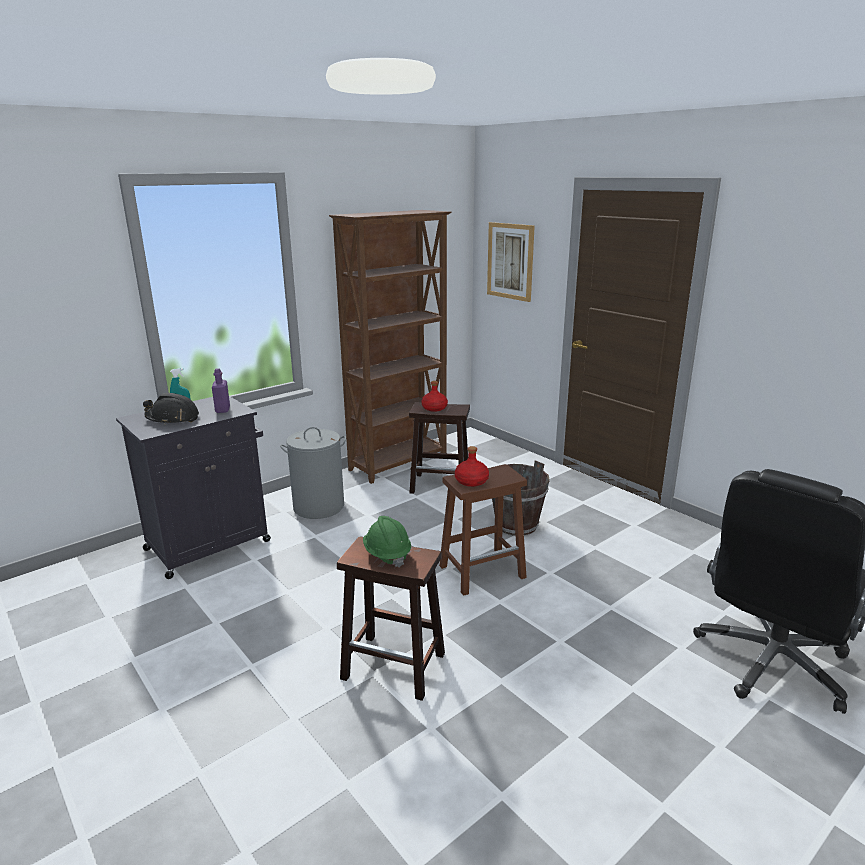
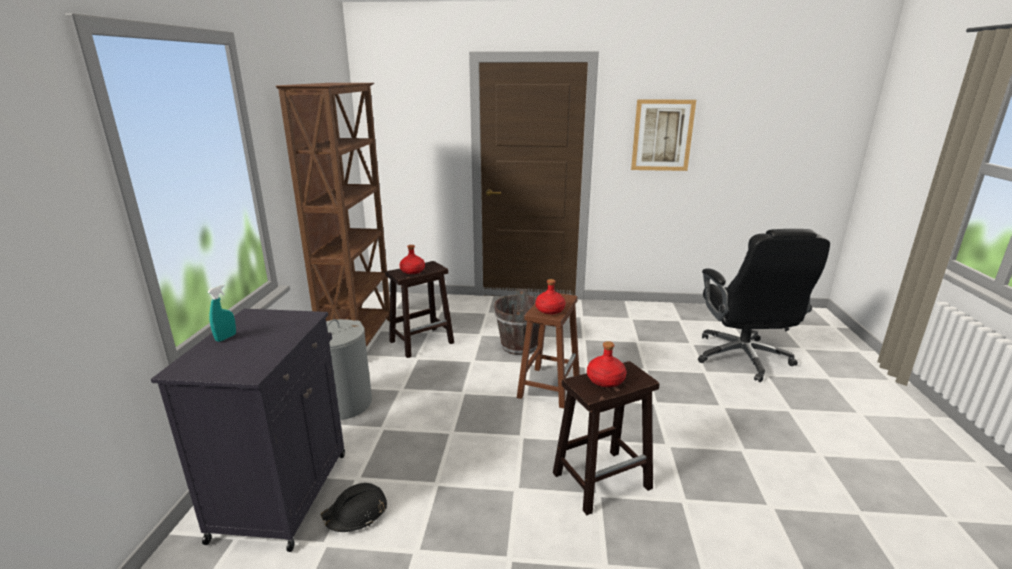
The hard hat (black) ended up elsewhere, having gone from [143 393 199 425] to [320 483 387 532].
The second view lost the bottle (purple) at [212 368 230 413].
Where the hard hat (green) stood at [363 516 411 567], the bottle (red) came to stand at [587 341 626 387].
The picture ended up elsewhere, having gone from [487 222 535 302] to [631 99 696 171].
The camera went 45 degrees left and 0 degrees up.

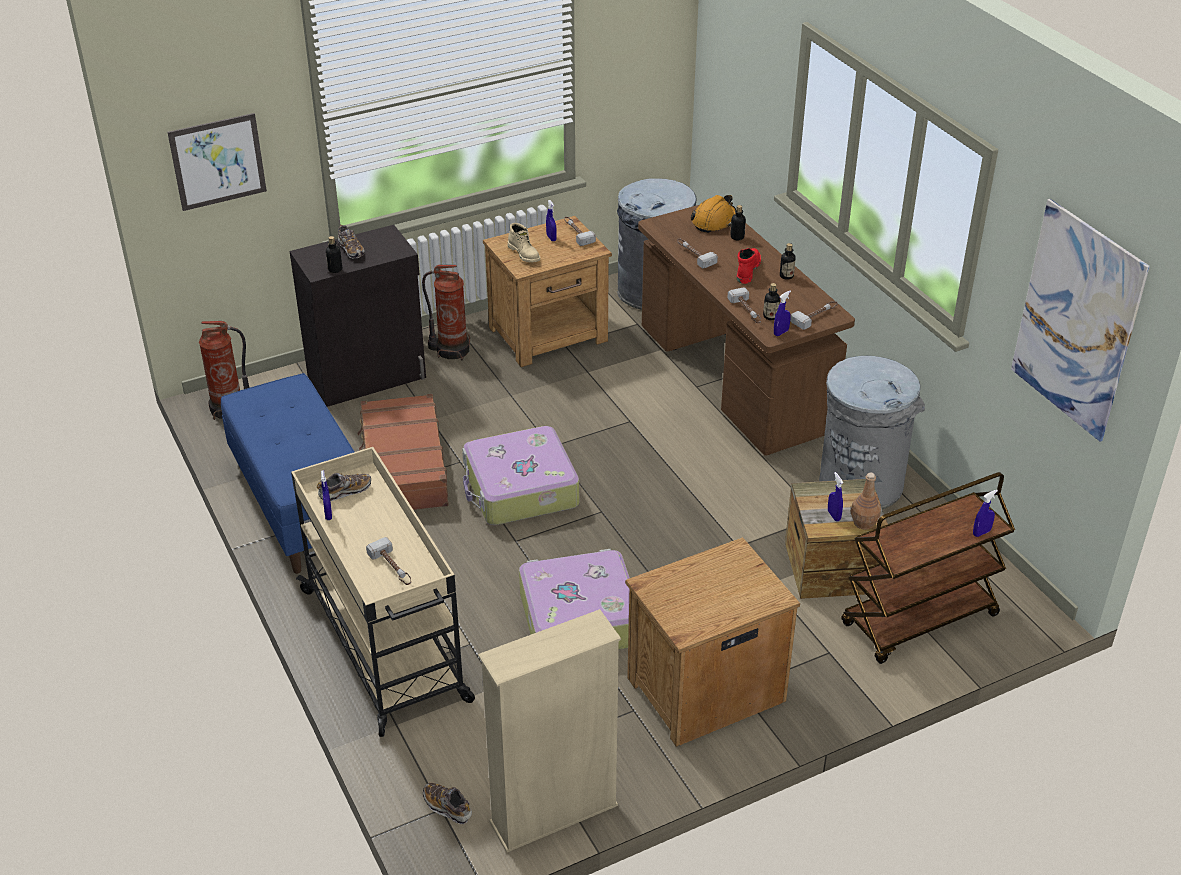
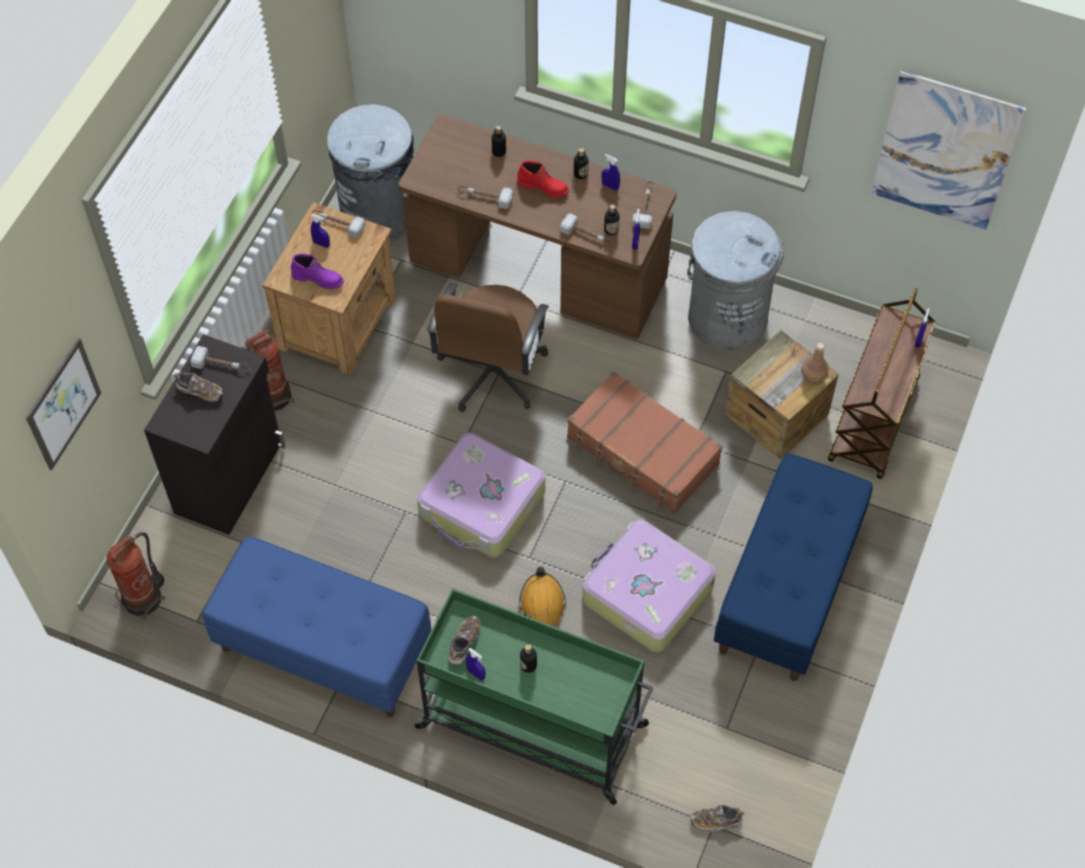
What was the cart (beige) at [291 447 475 737] turned into the cart (green) at [411 588 653 805].
The bottle ended up elsewhere, having gone from [326 236 342 273] to [520 644 537 673].
The suitcase (brown) ended up elsewhere, having gone from [358 394 449 510] to [567 371 723 513].
The hammer ended up elsewhere, having gone from [366 537 411 585] to [190 346 250 372].
The second view lost the bookcase (beige) at [478 609 621 853].
What was the boot (beige) at [508 223 540 262] turned into the boot (purple) at [291 254 344 289].
Where the nightstand (brown) stood at [625 537 800 747], the bench (blue) came to stand at [714 453 873 681].
The hard hat (orange) ended up elsewhere, having gone from [691 195 736 233] to [519 567 566 626].
The boot (red) at [737 248 761 284] ended up facing another way, 135 degrees clockwise from before.
The spray bottle (blue) ended up elsewhere, having gone from [828 472 843 521] to [602 154 620 191].
The second view gained the office chair (brown) at [427 283 549 412].
The camera went 40 degrees left and 20 degrees up.

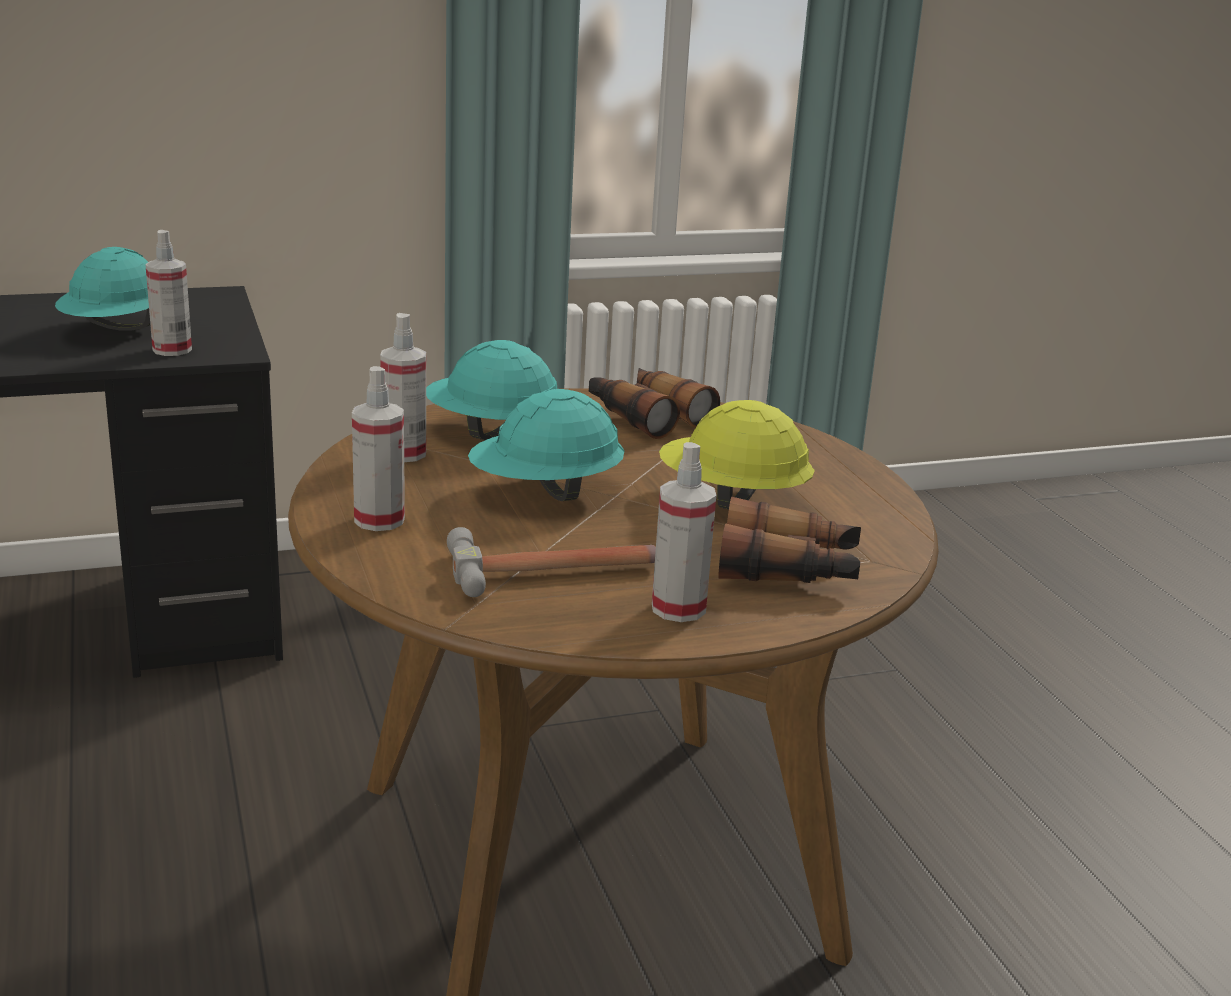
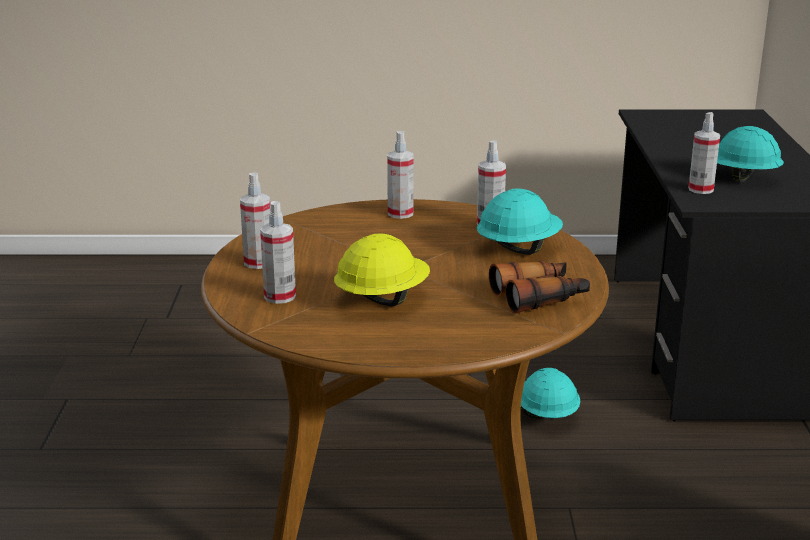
The second view lost the hammer at [447 527 656 597].
The hard hat (turquoise) ended up elsewhere, having gone from [468 389 624 501] to [521 368 581 419].
Where the binoculars stood at [718 496 861 583], the spray bottle came to stand at [260 201 296 304].
The camera went 110 degrees right and 0 degrees up.

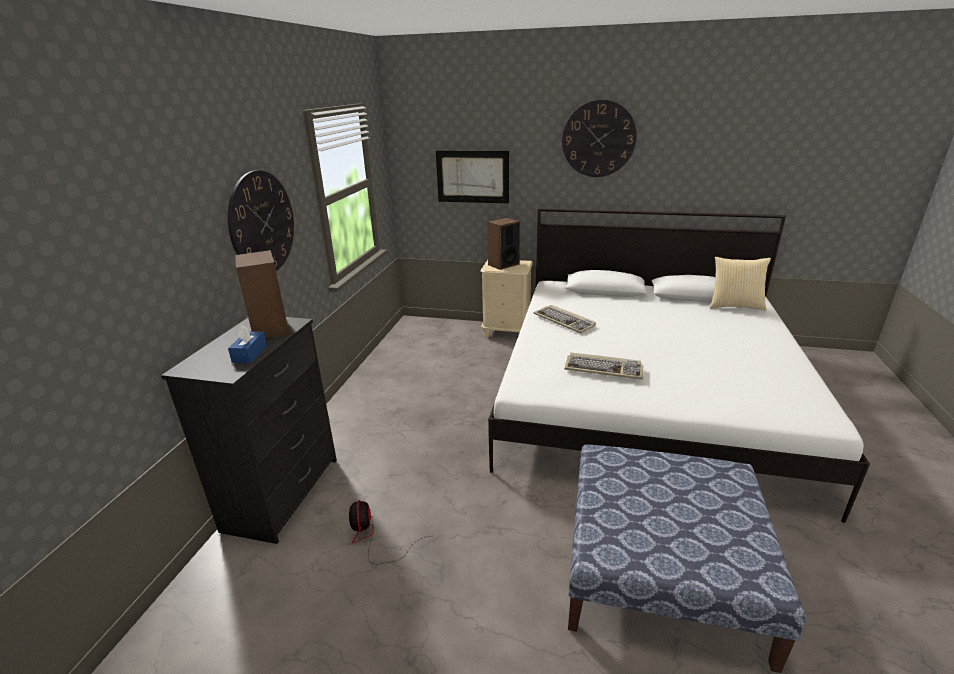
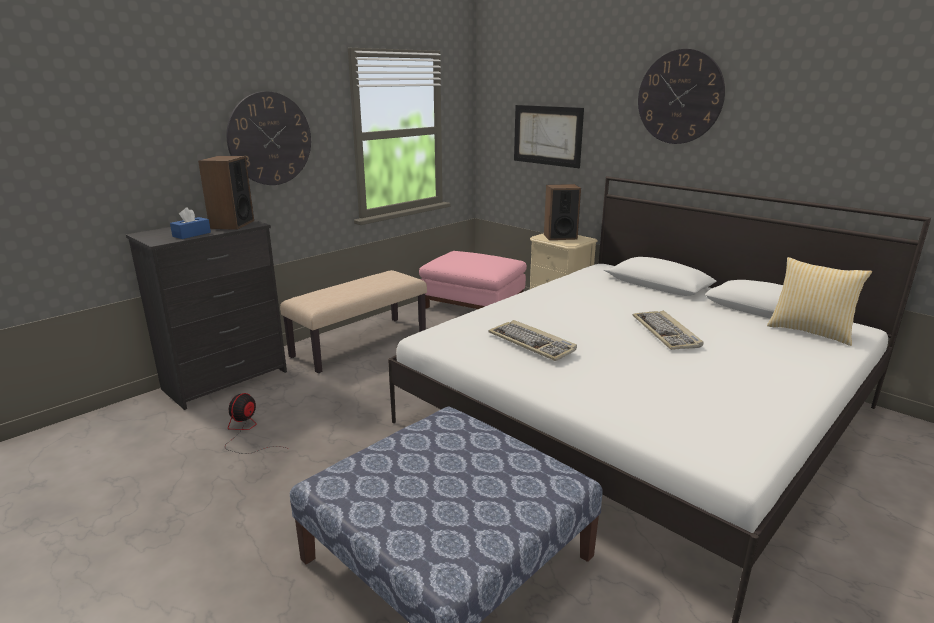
The keyboard ended up elsewhere, having gone from [534 305 596 333] to [633 311 704 350].
The second view gained the bench (beige) at [280 270 427 373].
The second view gained the ottoman (pink) at [419 251 527 309].
The camera went 30 degrees right and 5 degrees down.

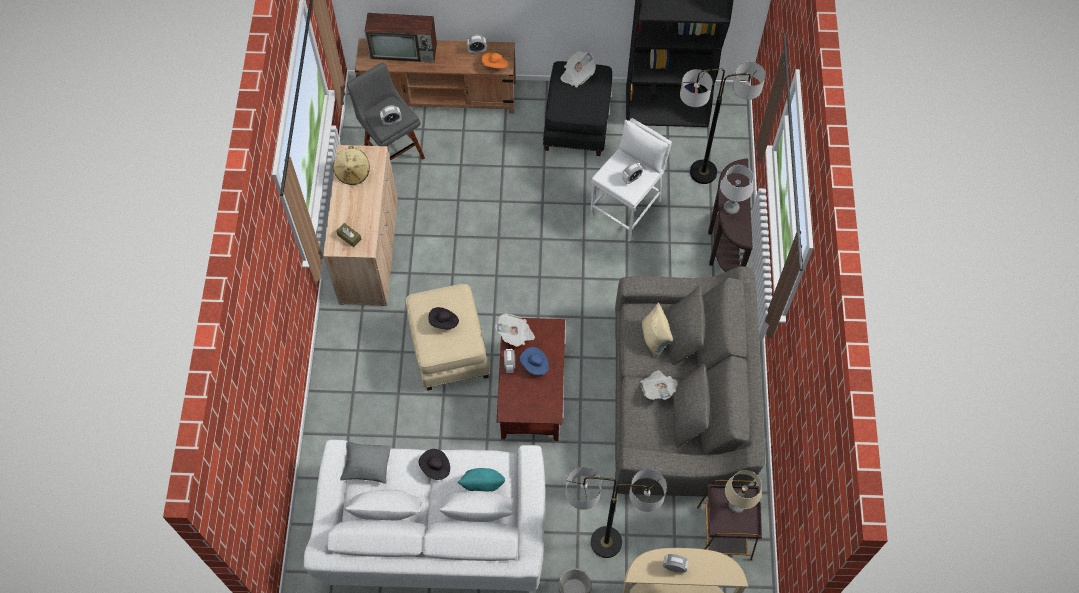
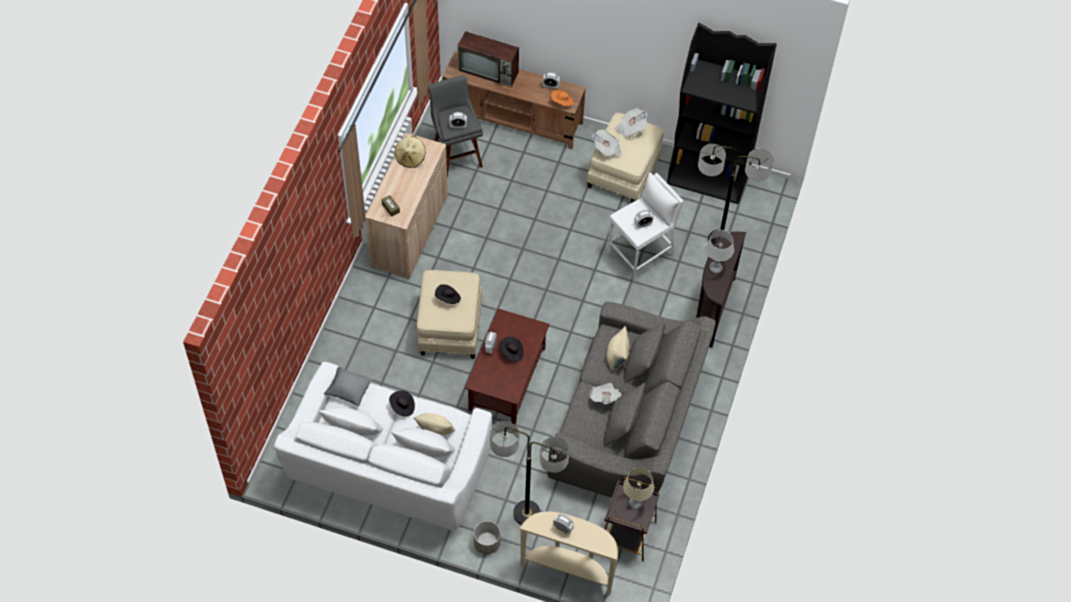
What was the pillow (turquoise) at [458 468 505 491] turned into the pillow (beige) at [414 413 455 435].
The newspaper ended up elsewhere, having gone from [495 313 535 347] to [592 130 622 157].
What was the hat (blue) at [520 347 549 376] turned into the hat (black) at [499 337 524 362].
What was the ottoman (black) at [543 61 612 156] turned into the ottoman (beige) at [587 113 664 203].
The camera went 15 degrees right and 5 degrees down.

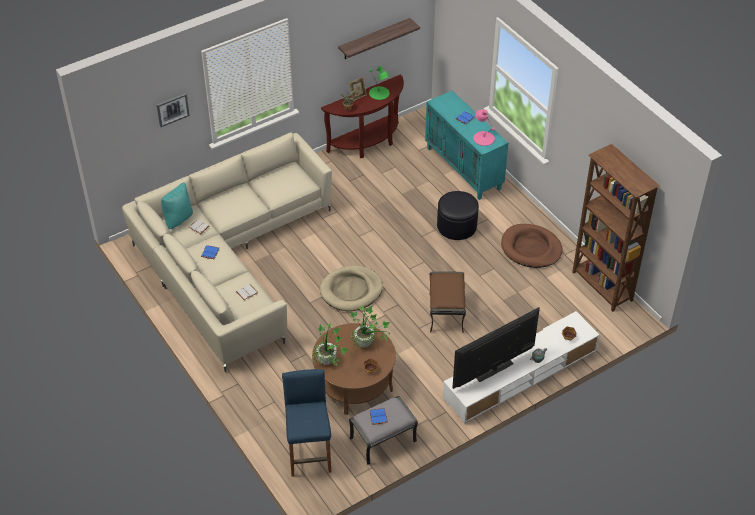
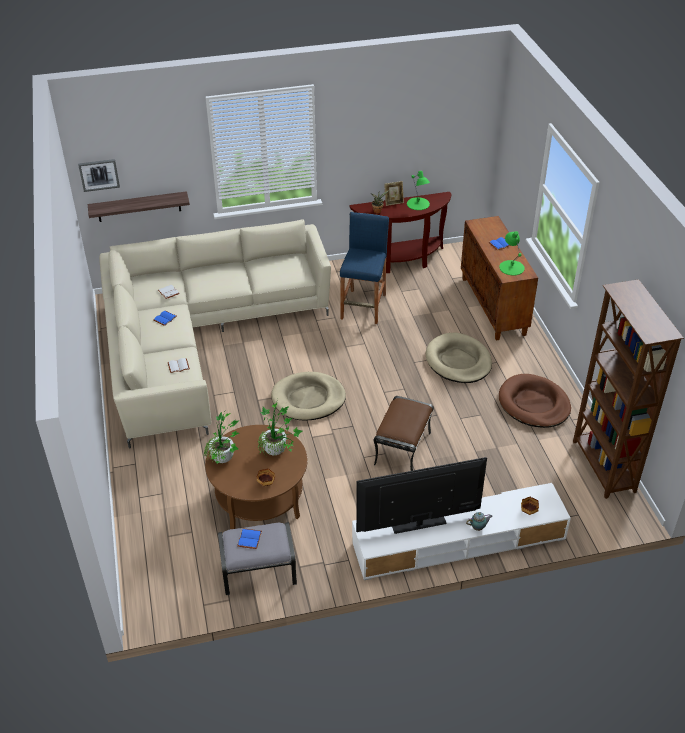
The picture ended up elsewhere, having gone from [157 93 190 127] to [78 159 120 192].
The second view lost the pillow (turquoise) at [161 182 193 230].
The stool (blue) ended up elsewhere, having gone from [282 369 331 477] to [340 212 389 324].
The shelf ended up elsewhere, having gone from [338 18 420 59] to [88 191 190 222].
What was the cabinet (turquoise) at [425 91 508 200] turned into the cabinet (brown) at [461 216 538 340].
Where the ottoman (black) stood at [437 191 479 240], the dog bed (beige) came to stand at [426 332 492 383].
What was the table lamp (pink) at [473 110 495 146] turned into the table lamp (green) at [499 231 525 276].
The camera went 20 degrees right and 5 degrees down.

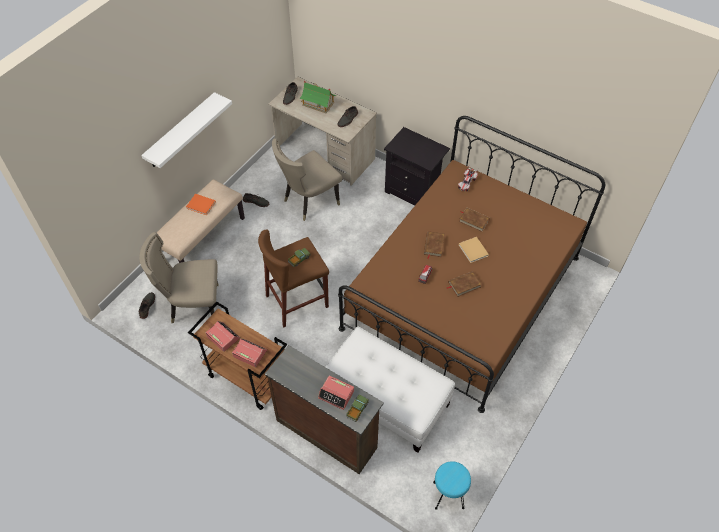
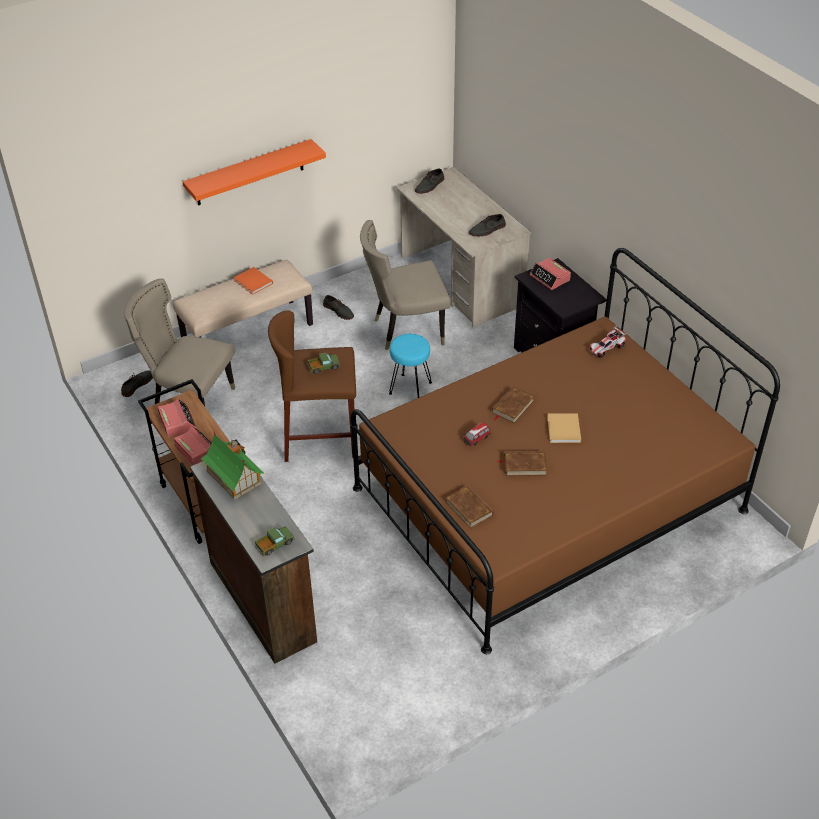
What was the shelf (white) at [141 92 232 168] turned into the shelf (orange) at [182 139 326 205].
The toy house ended up elsewhere, having gone from [299 81 336 113] to [200 432 264 500].
The alarm clock ended up elsewhere, having gone from [318 376 354 410] to [530 258 571 290].
The second view lost the ottoman (white) at [326 327 455 453].
The stool (turquoise) ended up elsewhere, having gone from [433 461 471 510] to [389 334 432 398].
The book (brown) ended up elsewhere, having gone from [459 208 490 232] to [445 486 494 529].
The camera went 25 degrees right and 10 degrees down.

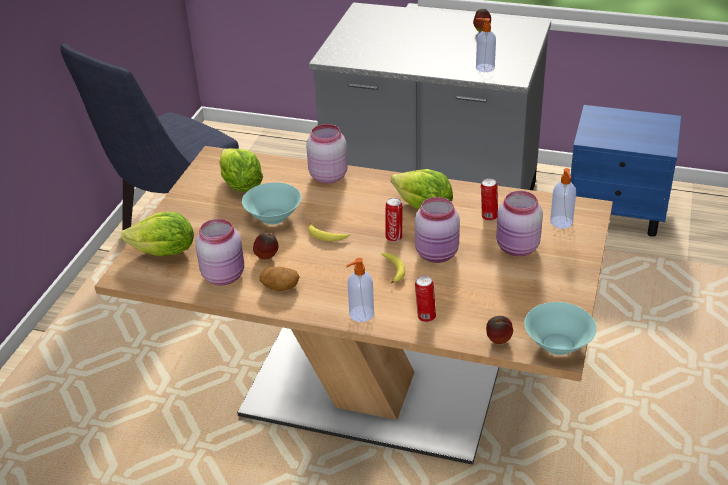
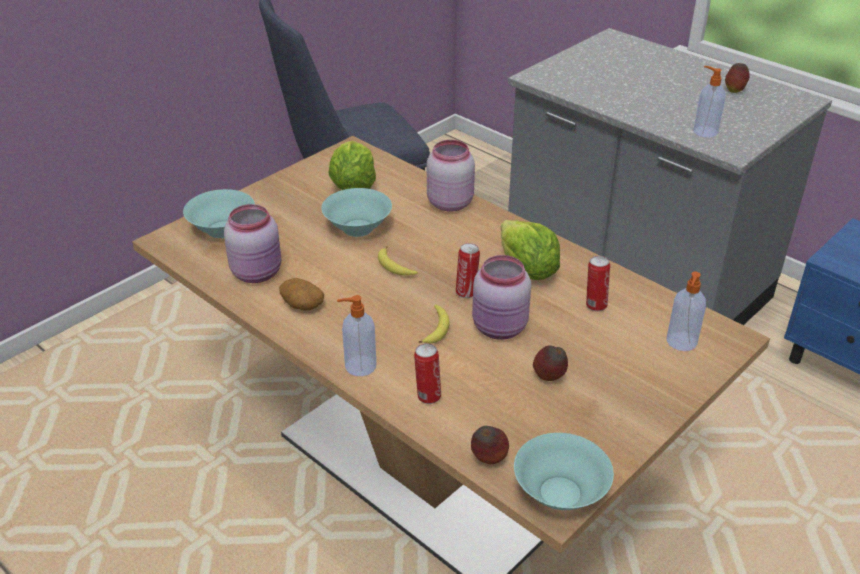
Where the lettuce stood at [121 212 194 256], the bowl (turquoise) came to stand at [183 189 255 238].
The apple ended up elsewhere, having gone from [253 233 278 260] to [533 345 568 381].
The second view lost the jar (pink) at [496 191 543 256].
The camera went 25 degrees right and 0 degrees up.

